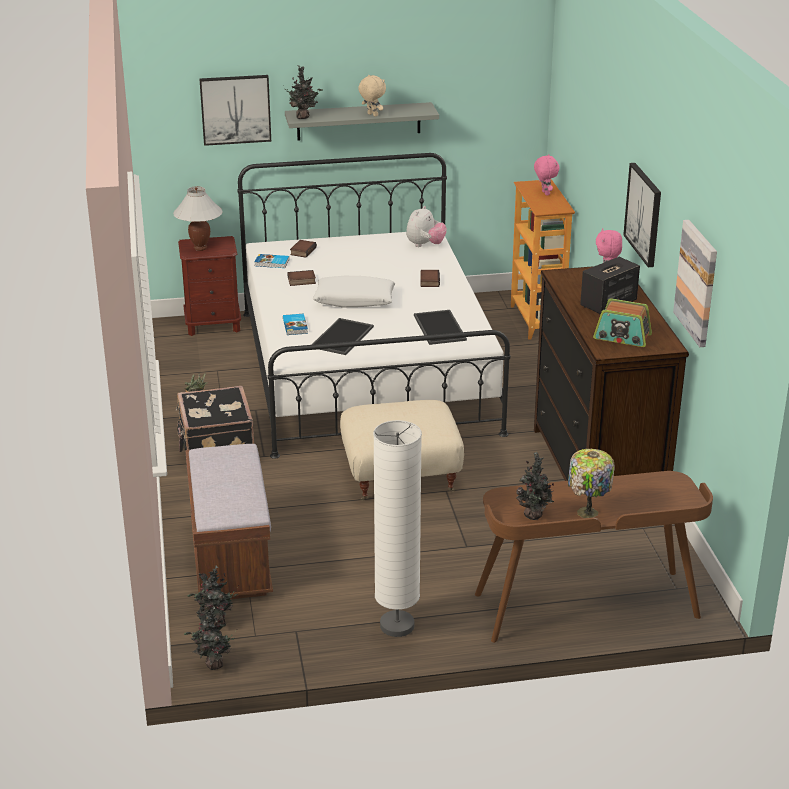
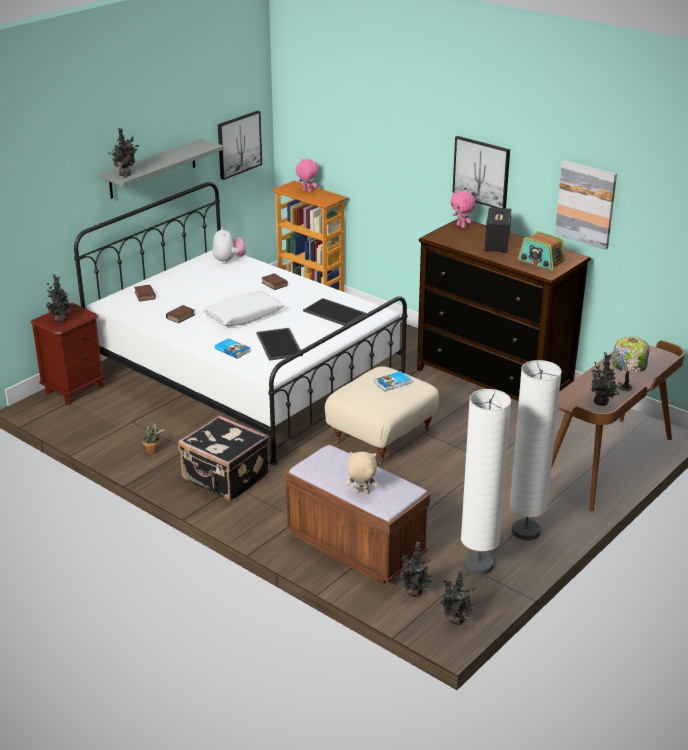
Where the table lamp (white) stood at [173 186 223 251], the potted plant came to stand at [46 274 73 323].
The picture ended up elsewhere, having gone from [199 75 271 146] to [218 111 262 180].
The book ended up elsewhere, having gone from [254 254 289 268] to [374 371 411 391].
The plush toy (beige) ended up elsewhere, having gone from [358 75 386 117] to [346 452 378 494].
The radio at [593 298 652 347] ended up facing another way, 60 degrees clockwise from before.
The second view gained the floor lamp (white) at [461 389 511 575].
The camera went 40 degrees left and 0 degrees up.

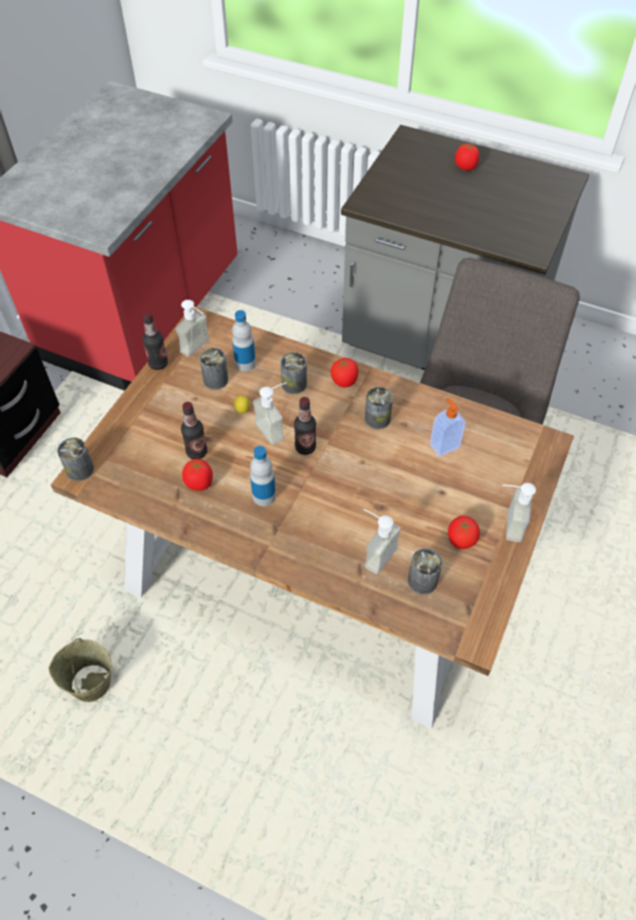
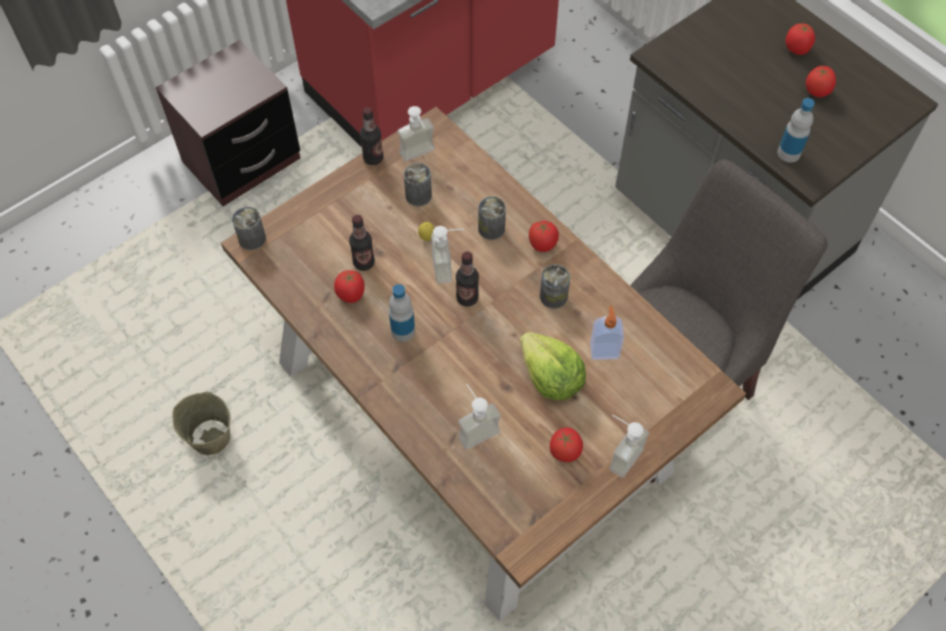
The bottle ended up elsewhere, having gone from [232 310 256 372] to [777 98 815 163].
The second view lost the can at [408 548 442 595].
The second view gained the lettuce at [520 332 586 400].
The second view gained the tomato at [806 66 836 97].
The camera went 25 degrees right and 5 degrees up.

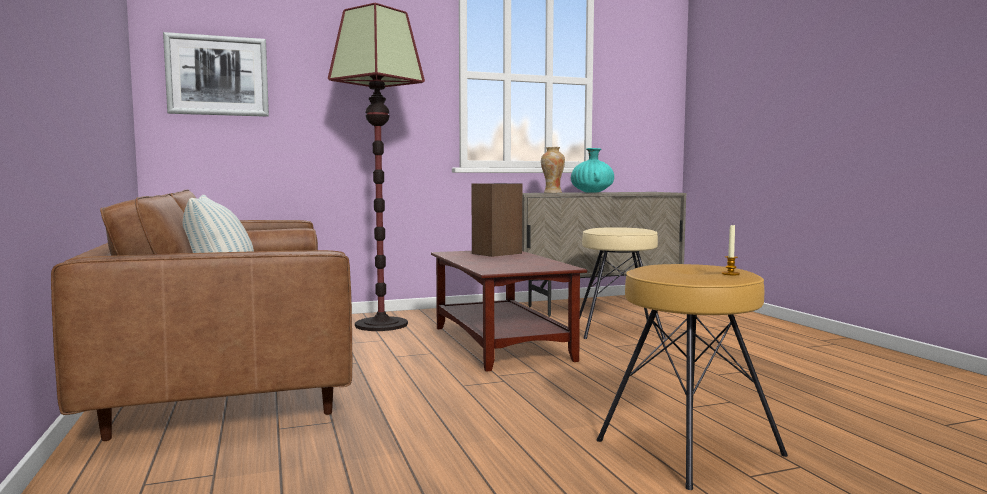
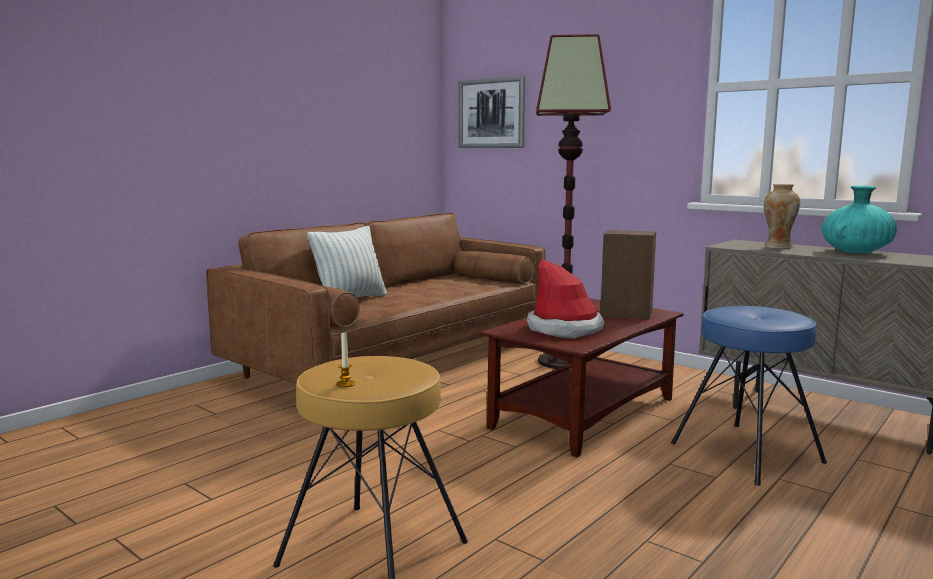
What was the stool (beige) at [580 227 666 340] turned into the stool (blue) at [671 306 827 486].
The second view gained the hat at [527 259 604 338].
The camera went 60 degrees right and 5 degrees up.

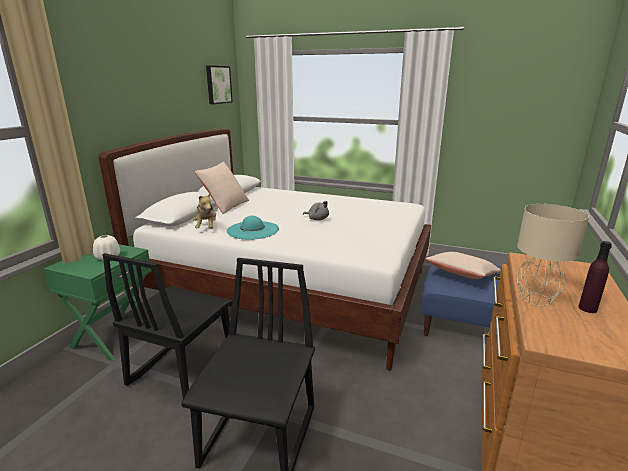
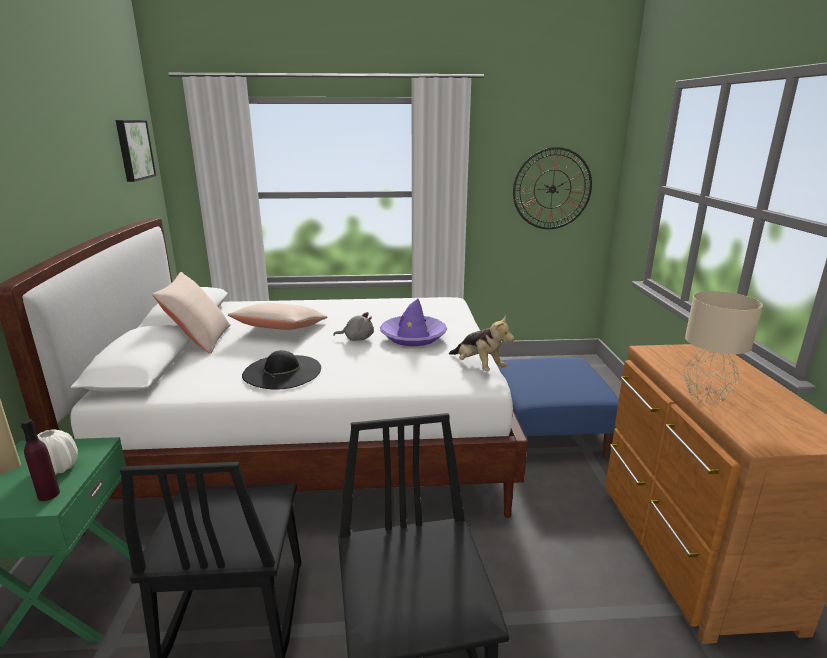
The plush toy ended up elsewhere, having gone from [193 192 216 228] to [449 315 514 371].
What was the hat (turquoise) at [226 216 279 240] turned into the hat (black) at [242 350 321 389].
The pillow (beige) ended up elsewhere, having gone from [425 252 501 279] to [228 303 327 330].
The bottle (purple) ended up elsewhere, having gone from [578 241 612 313] to [21 419 60 501].
The second view gained the hat (purple) at [380 299 447 346].
The second view gained the wall clock at [513 147 592 229].
The camera went 25 degrees left and 0 degrees up.

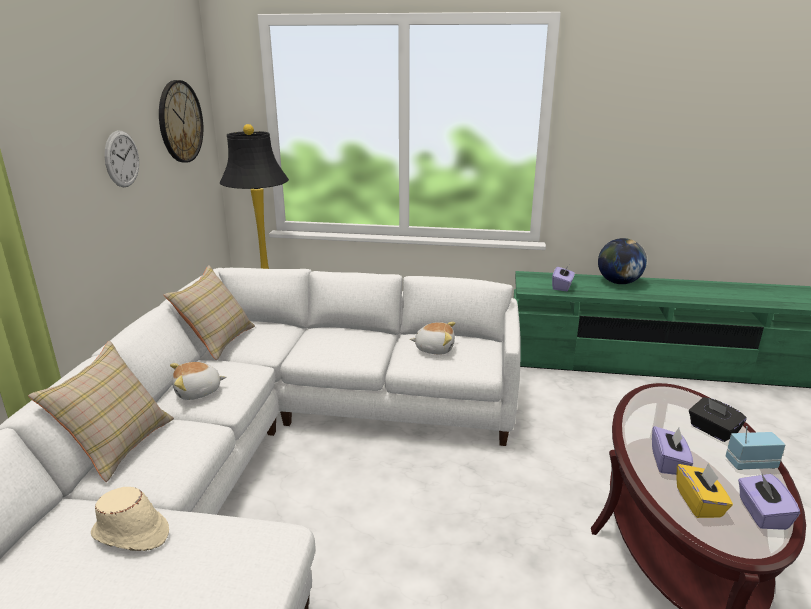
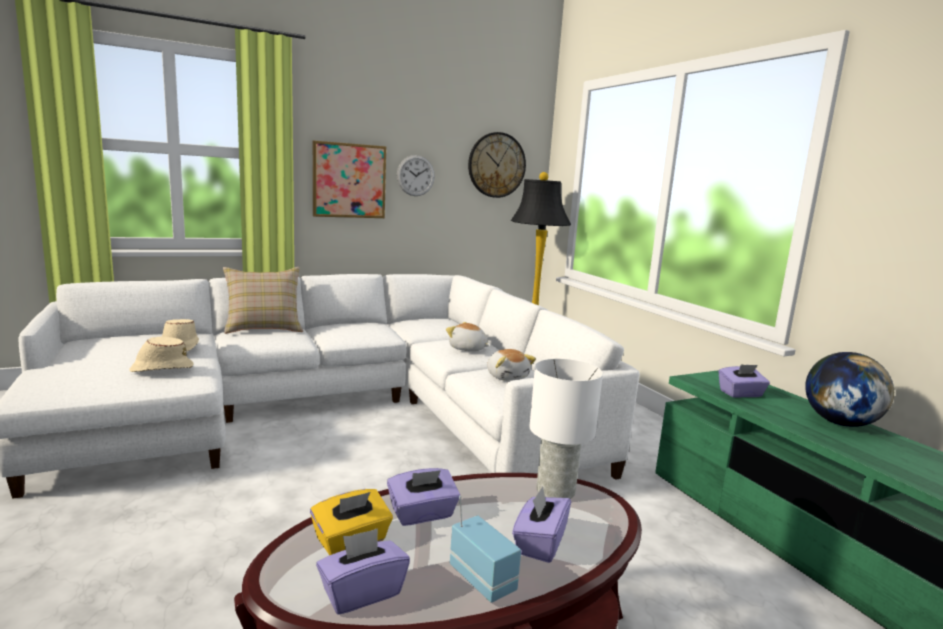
The second view lost the pillow (beige) at [164 265 255 360].
The plush toy ended up elsewhere, having gone from [170 362 226 400] to [446 322 490 351].
What was the tissue box (black) at [689 397 747 442] turned into the tissue box (purple) at [512 486 571 563].
The second view gained the hat (beige) at [130 337 193 372].
The second view gained the picture at [313 140 386 218].
The second view gained the table lamp (white) at [529 359 603 499].
The camera went 55 degrees right and 10 degrees down.

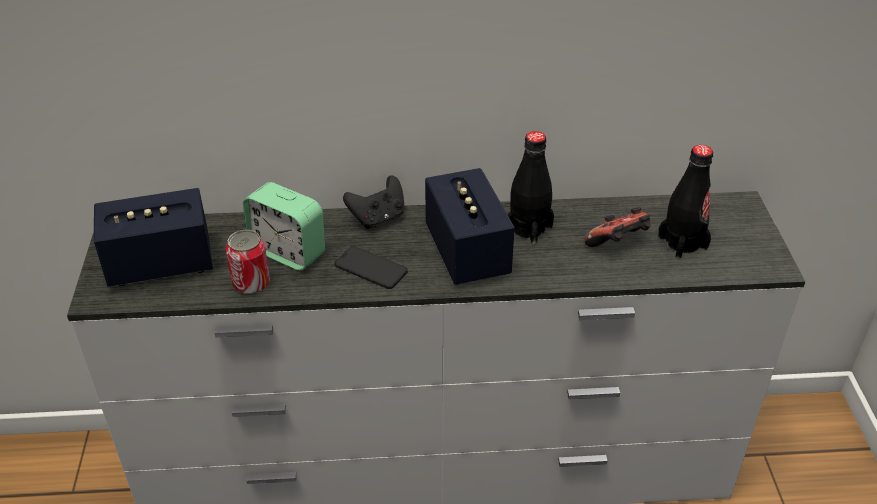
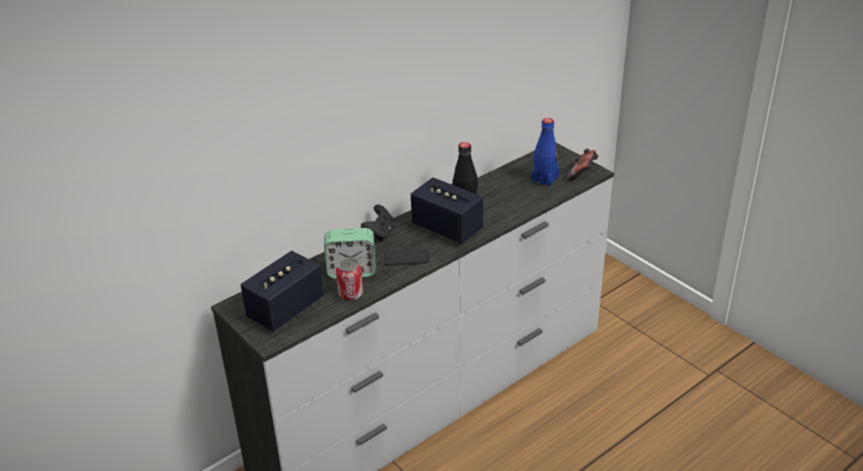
The game controller ended up elsewhere, having gone from [584 207 650 247] to [568 149 598 180].
What was the bottle (black) at [657 145 713 259] turned into the bottle (blue) at [531 118 560 187].
The camera went 35 degrees left and 5 degrees down.

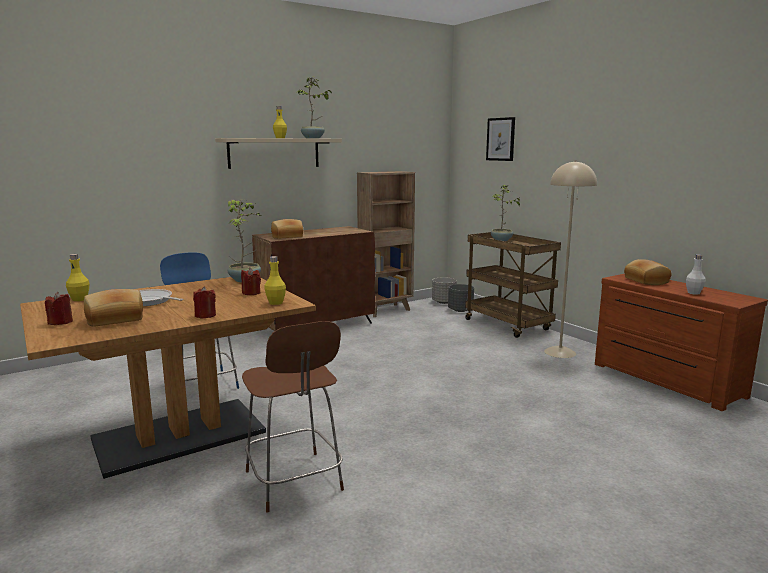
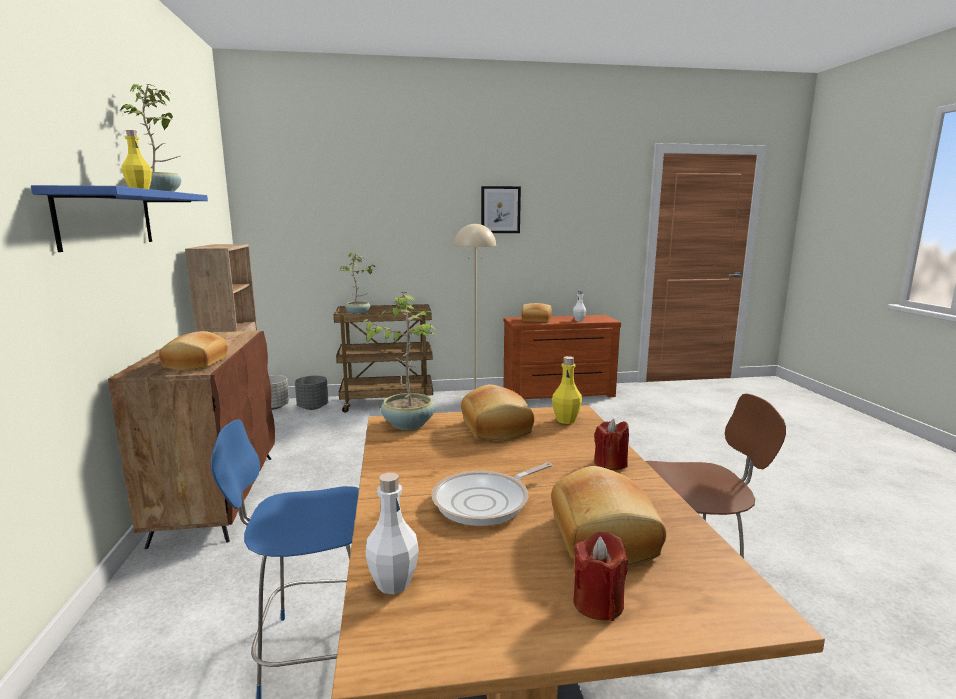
What was the bottle (yellow) at [66 254 90 301] turned into the bottle (white) at [366 473 419 594].
What was the shelf (beige) at [215 138 342 169] turned into the shelf (blue) at [31 185 208 252].
Where the candle (red) stood at [241 268 261 295], the bread came to stand at [461 384 534 441].
The picture ended up elsewhere, having gone from [486 117 515 161] to [481 186 521 233].
The camera went 65 degrees left and 0 degrees up.

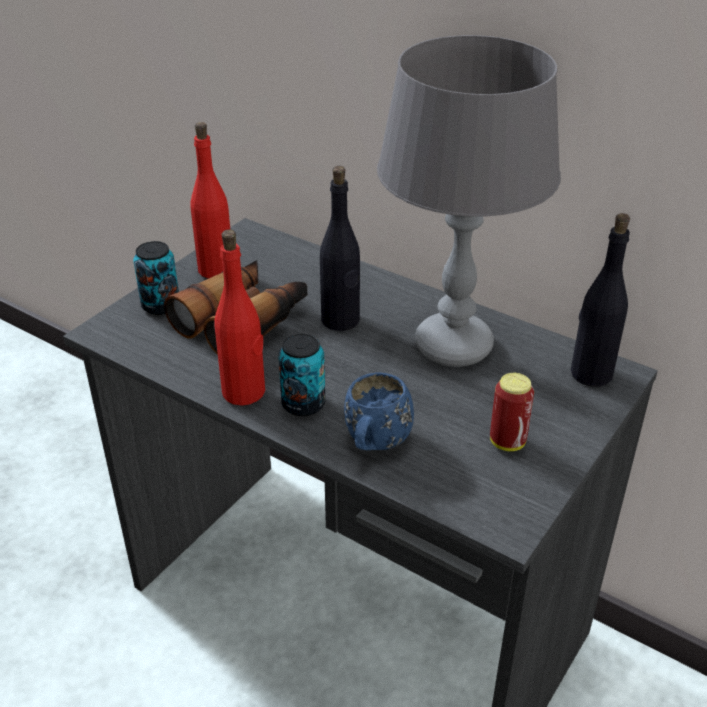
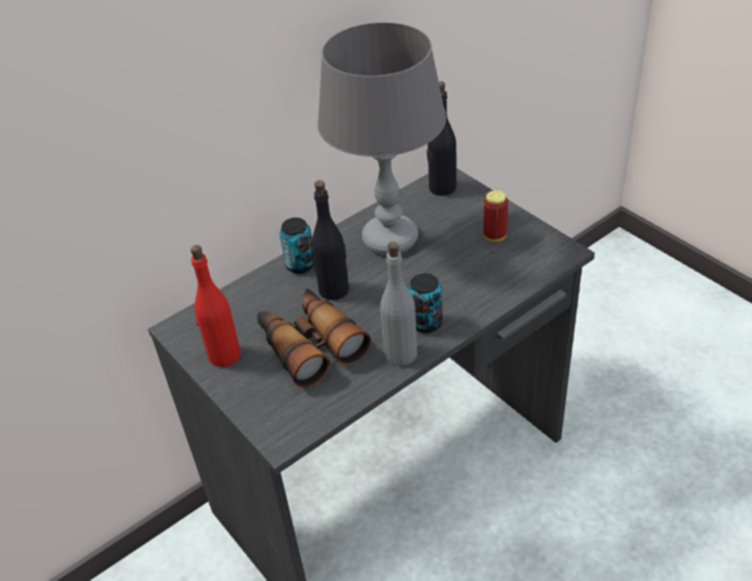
The can ended up elsewhere, having gone from [134 241 179 315] to [280 218 315 274].
What was the bottle (red) at [214 229 265 406] turned into the bottle (grey) at [380 242 417 366].
The second view lost the mug (blue) at [344 372 414 450].
The camera went 70 degrees left and 5 degrees up.

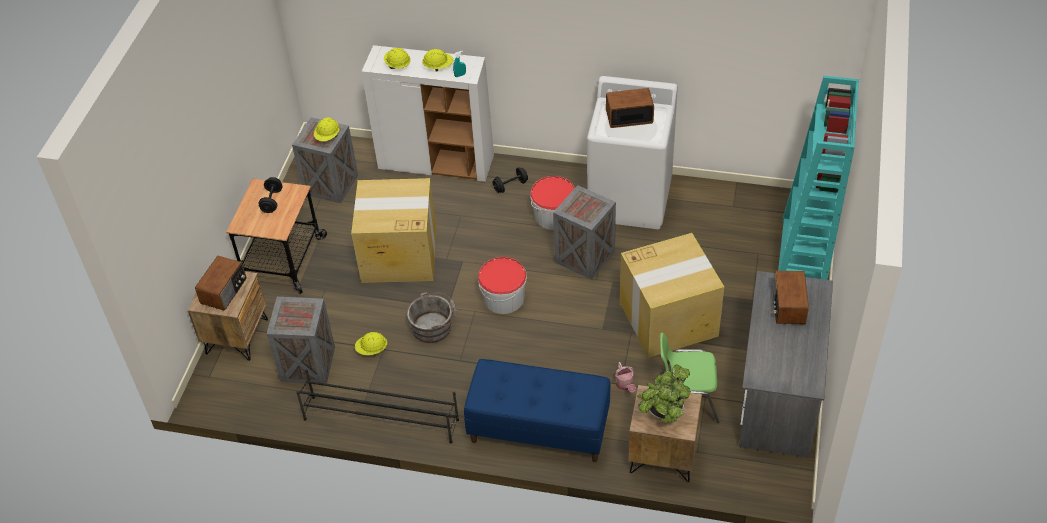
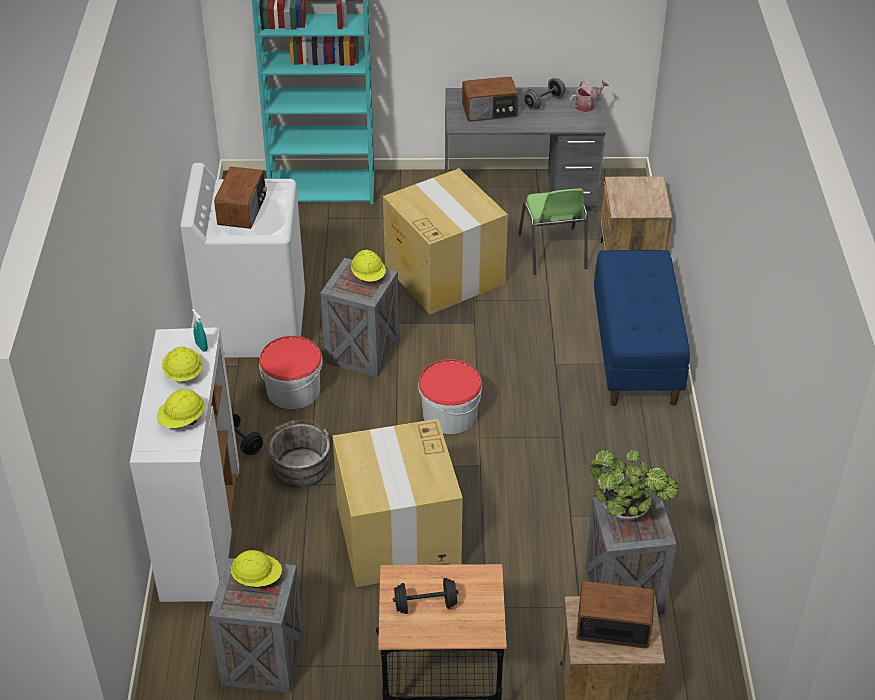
The second view lost the shoe rack (black) at [296 369 459 444].
The hard hat (yellow) ended up elsewhere, having gone from [355 332 387 356] to [351 250 386 281].
The bucket (grey) ended up elsewhere, having gone from [407 292 457 343] to [264 420 330 488].
The radio at [606 88 654 128] ended up facing another way, 150 degrees counterclockwise from before.
The watering can ended up elsewhere, having gone from [615 362 636 392] to [569 80 609 112].
The potted plant ended up elsewhere, having gone from [637 364 691 422] to [590 449 679 521].
The second view gained the dumbbell (grey) at [524 78 566 110].
The camera went 105 degrees left and 5 degrees down.

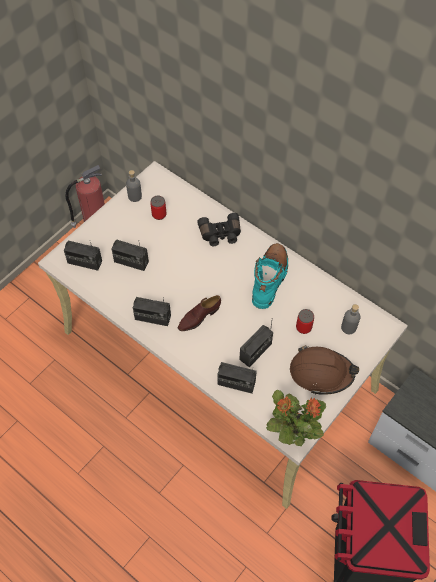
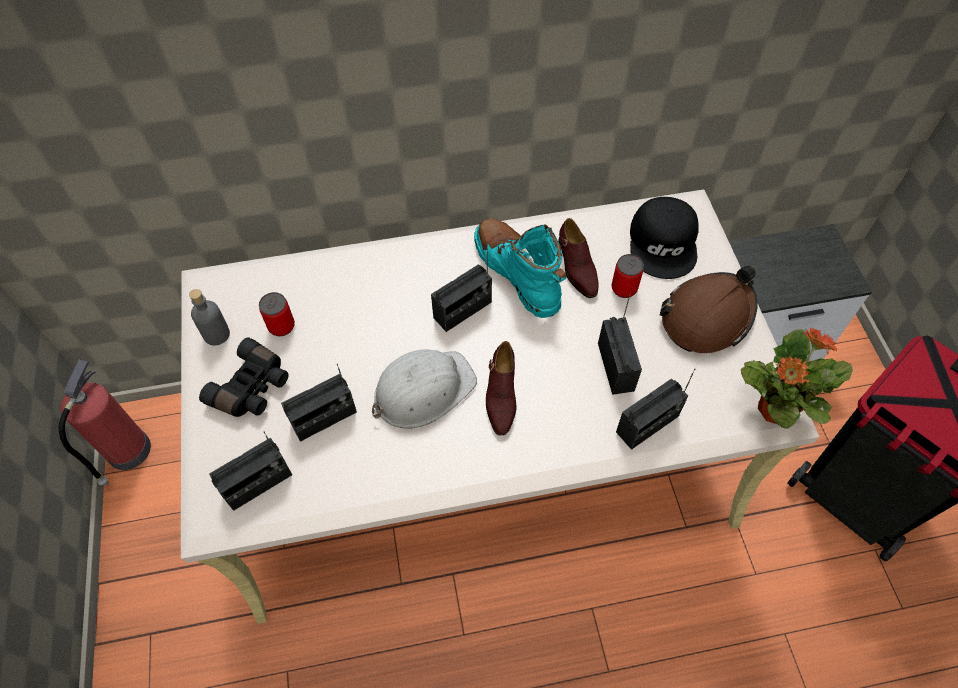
The radio ended up elsewhere, having gone from [133 297 171 326] to [431 247 492 332].
The binoculars (black) ended up elsewhere, having gone from [197 213 241 246] to [199 337 289 417].
Where the bottle (grey) stood at [341 304 360 334], the cap (black) came to stand at [630 197 699 279].
The second view gained the hard hat (white) at [372 350 477 429].
The second view gained the shoe (brown) at [558 218 599 298].
The camera went 50 degrees left and 0 degrees up.

